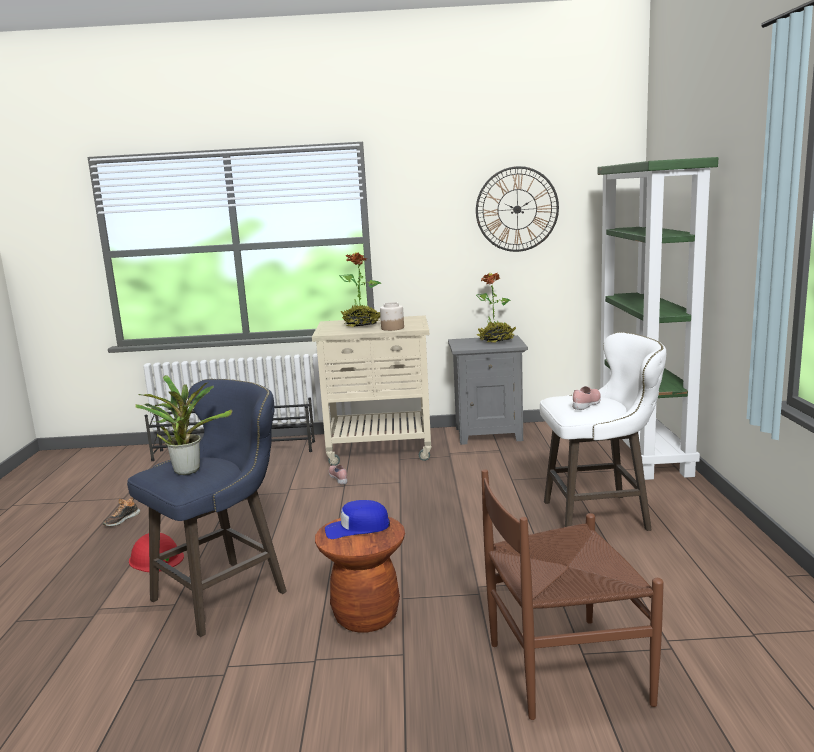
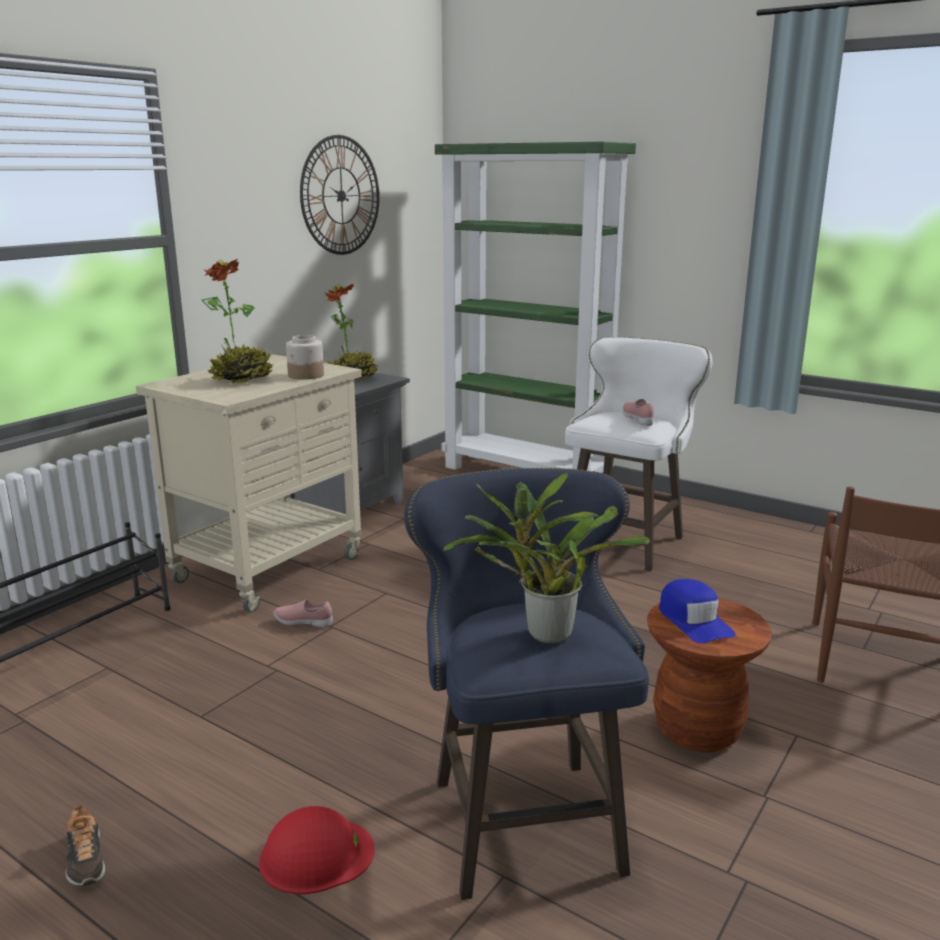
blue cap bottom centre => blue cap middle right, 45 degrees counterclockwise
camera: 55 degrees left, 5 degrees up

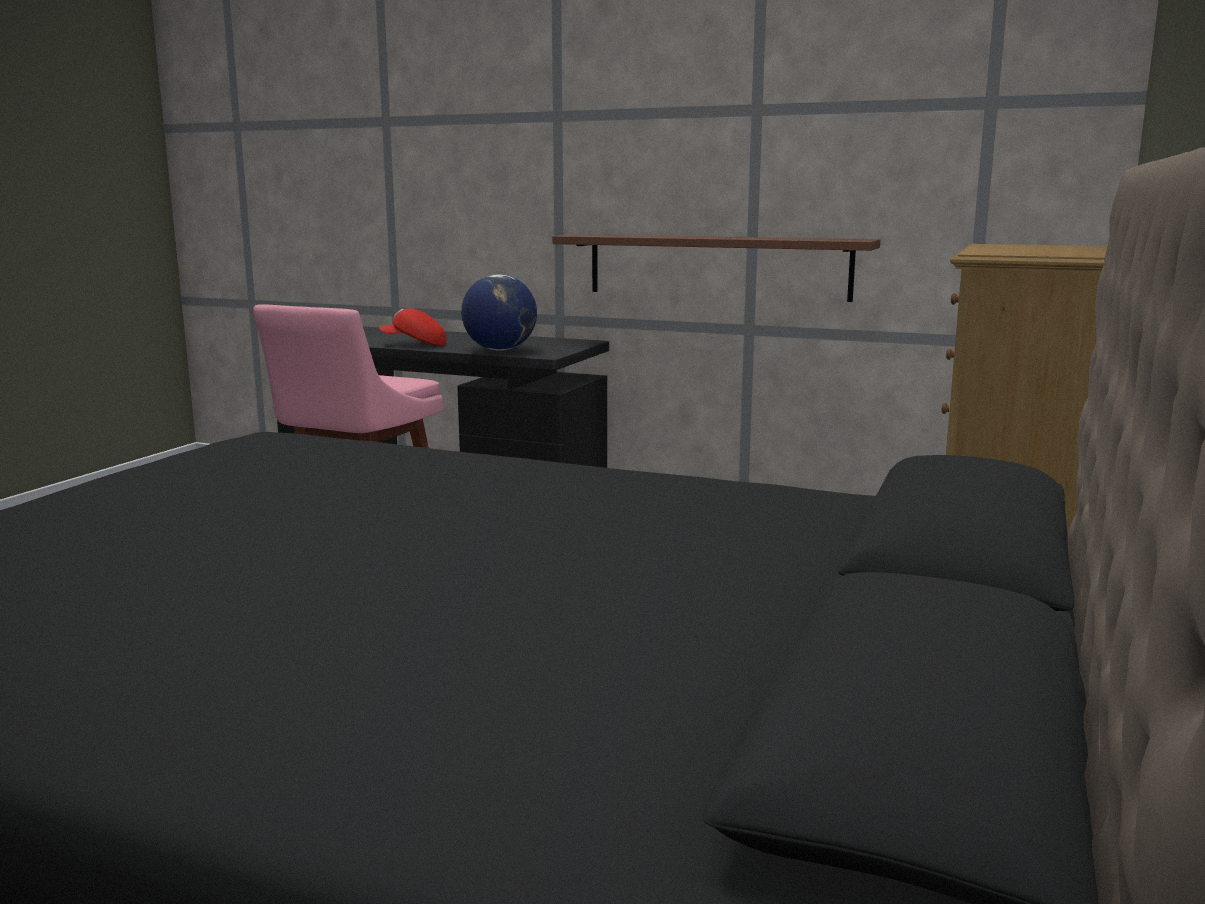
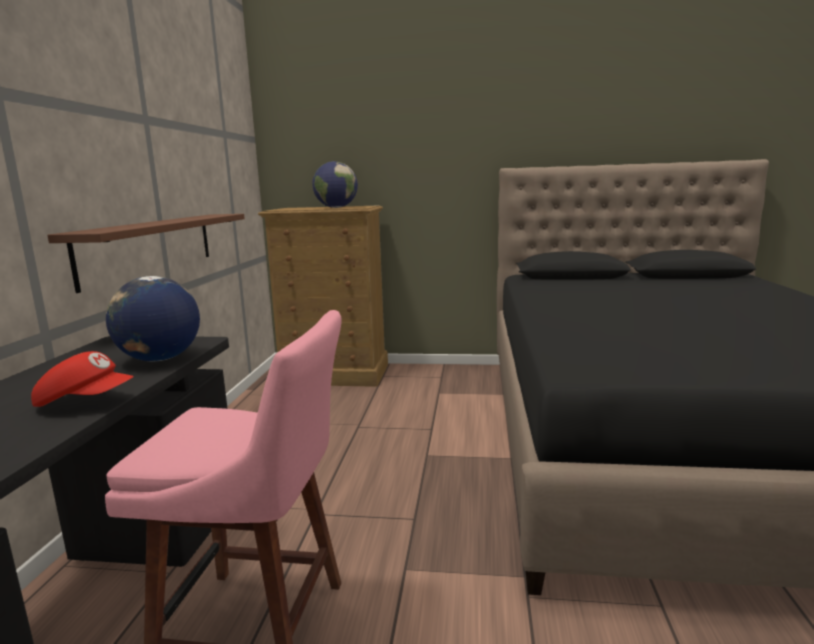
reddish cap centre => reddish cap middle left, 75 degrees counterclockwise
nothing => world globe (2nd from left) top centre
camera: 105 degrees left, 0 degrees up

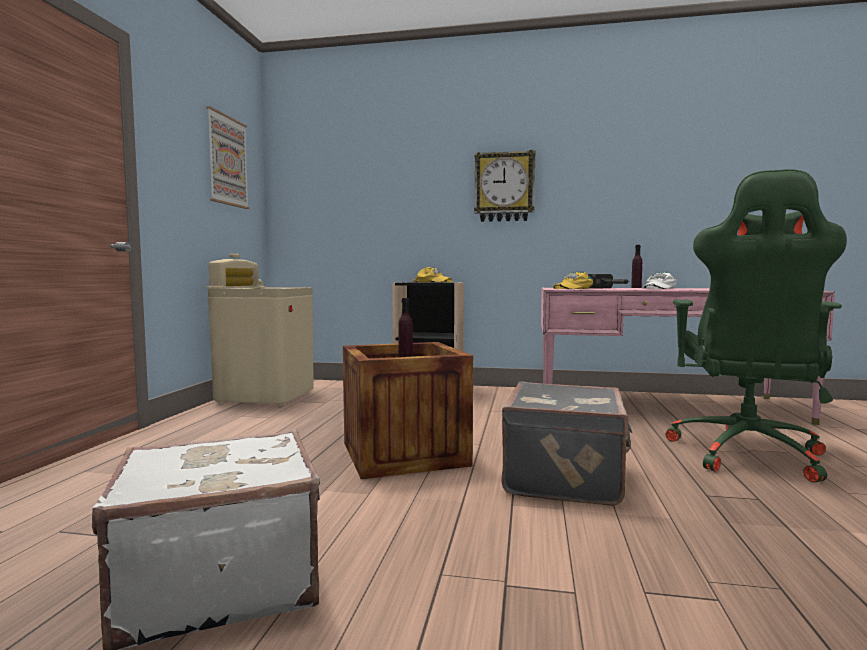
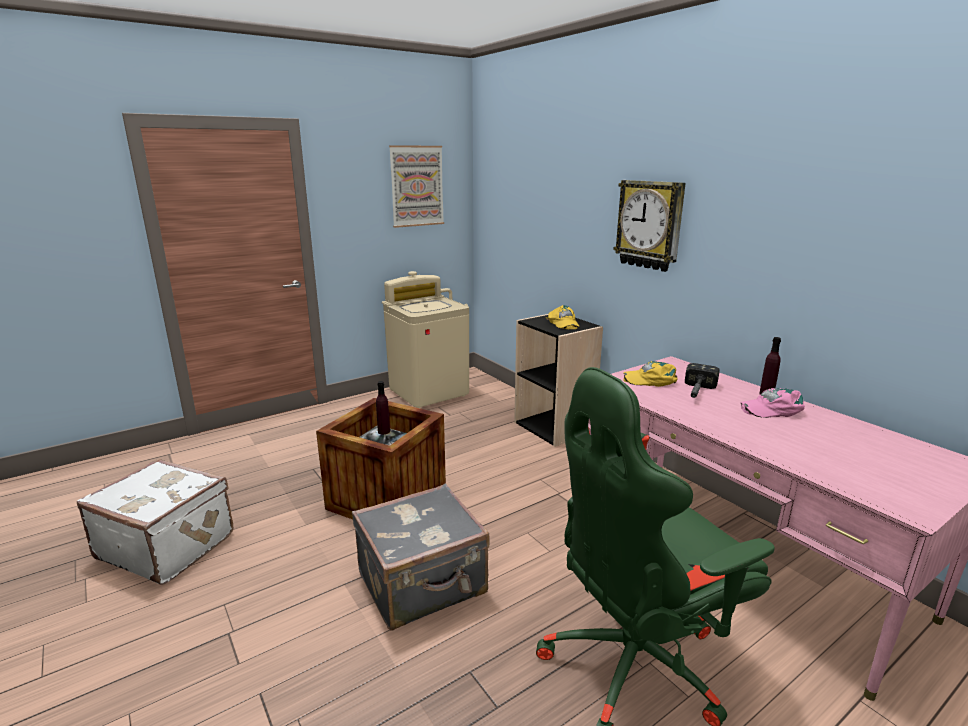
white-coloured cap middle right => pink cap middle right
camera: 45 degrees right, 15 degrees up

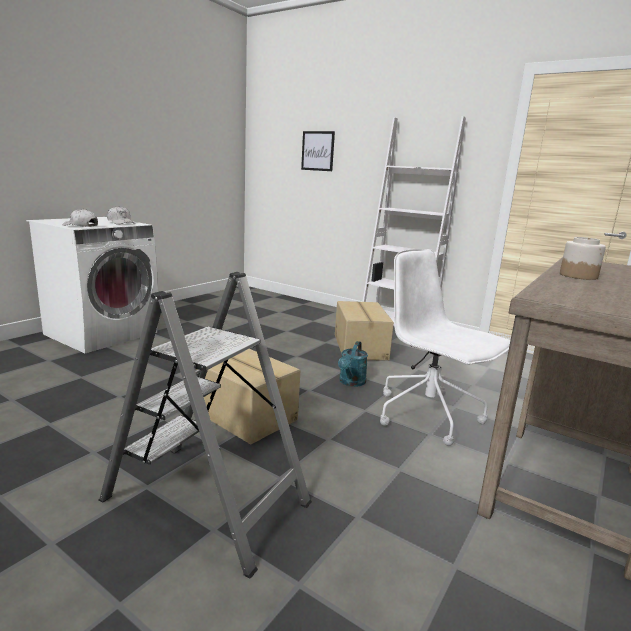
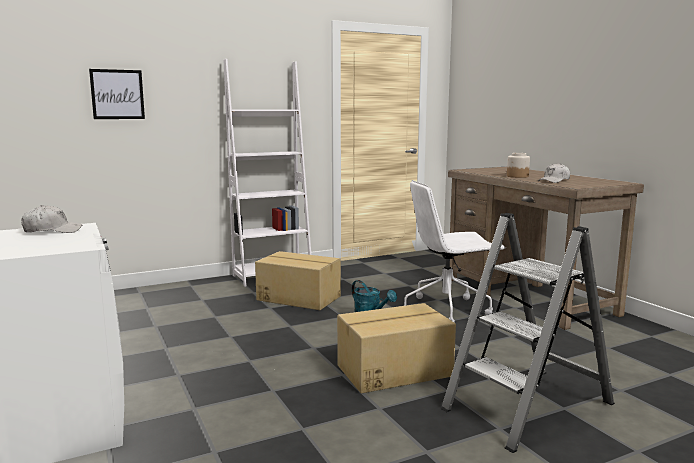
white-coloured cap (1st from left in the first image) middle left => white-coloured cap (2nd from left) middle right, move
camera: 60 degrees left, 5 degrees down

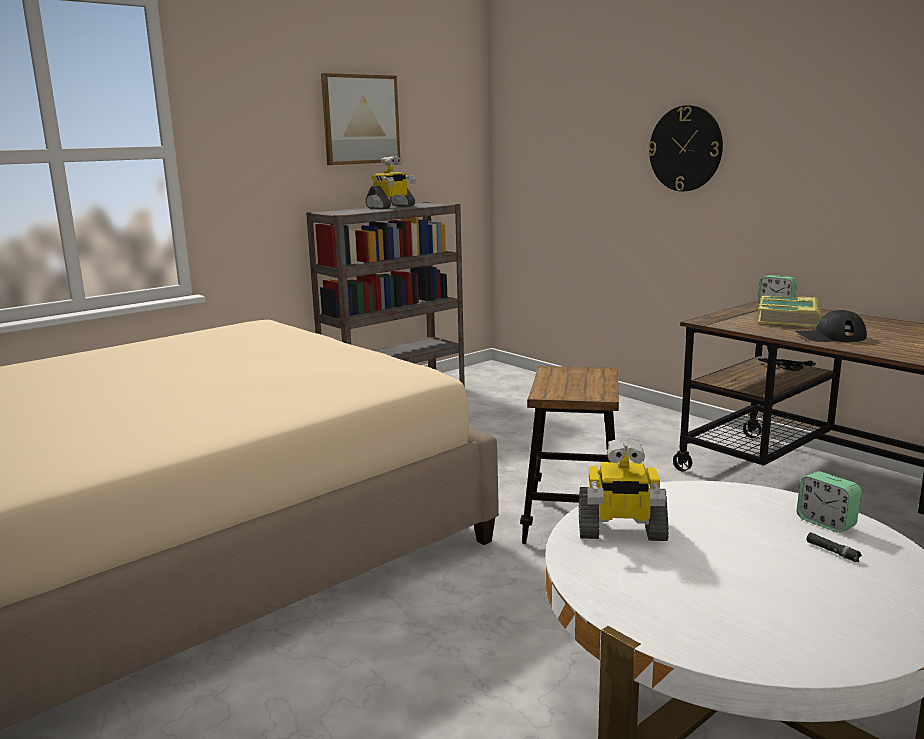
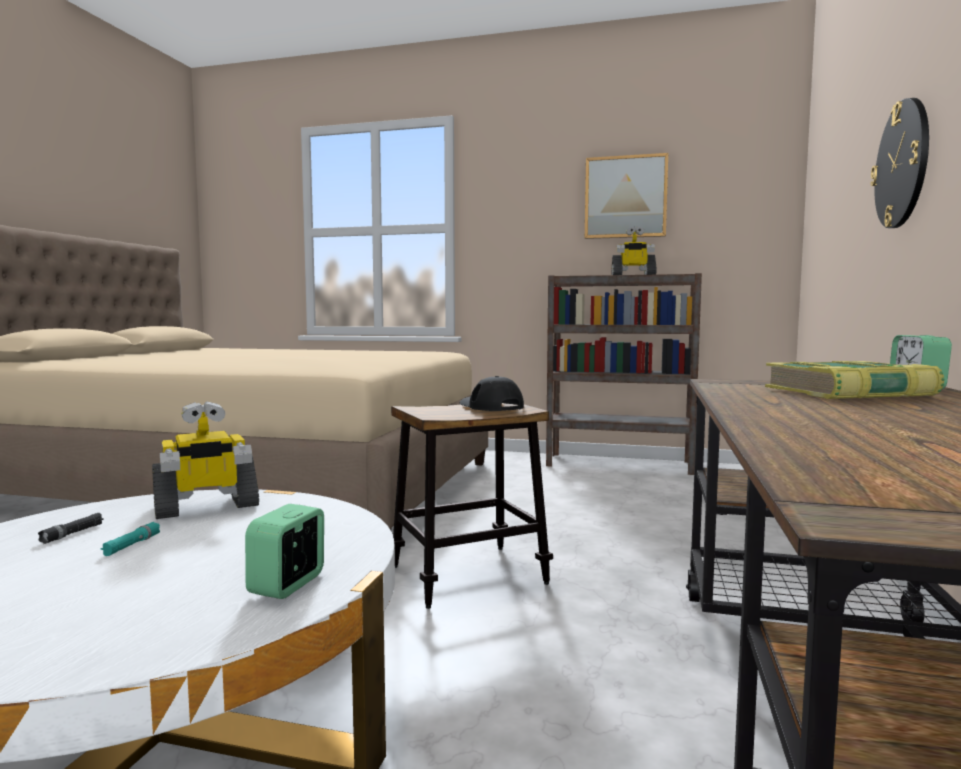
black cap middle right => black cap centre, move
toy robot (2nd from left in the first image) middle right => toy robot (1st from left) middle left, 90 degrees counterclockwise
black hand torch bottom right => black hand torch bottom left, move
nothing => blue-green hand torch bottom left
camera: 55 degrees right, 10 degrees down

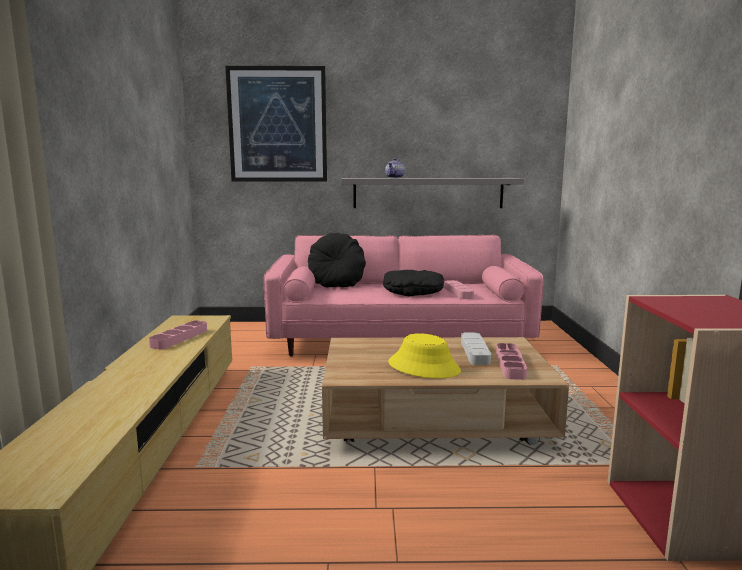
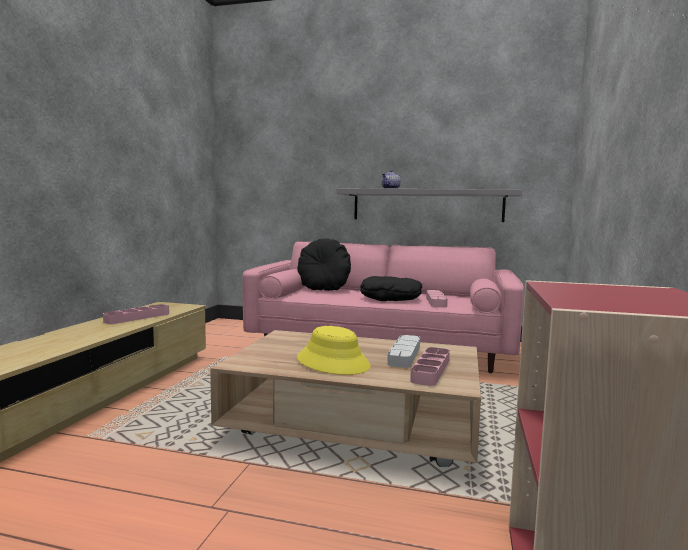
picture top centre => nothing
camera: 15 degrees right, 5 degrees down

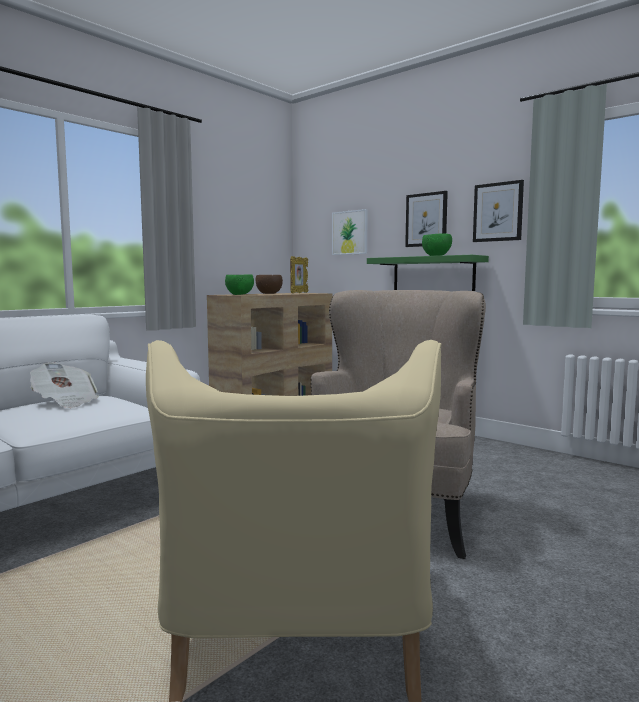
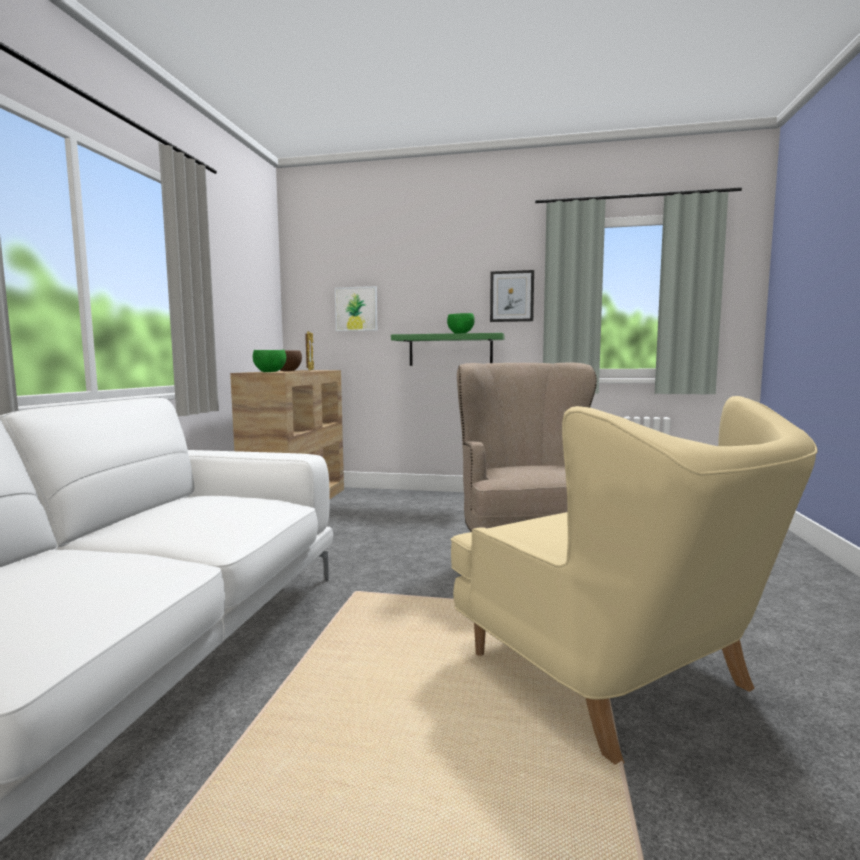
picture (2nd from left) top right => nothing
printed paper middle left => nothing
camera: 30 degrees left, 0 degrees up

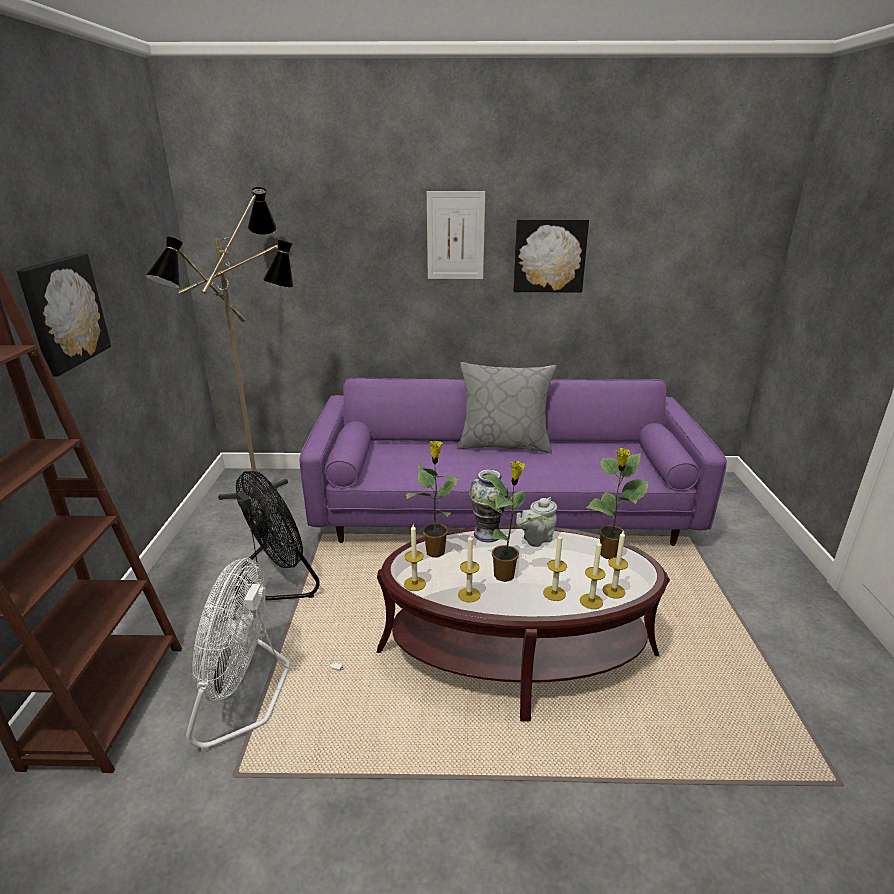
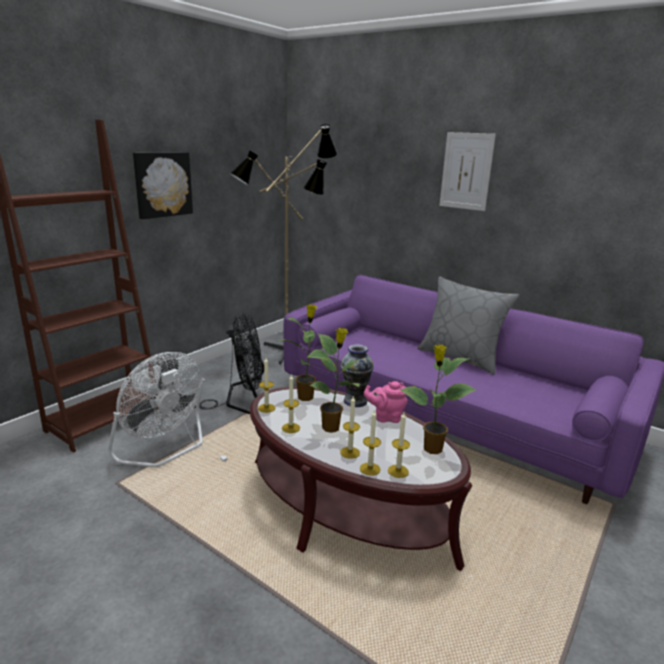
picture (3rd from left) top centre => nothing
gray tea pot centre => pink tea pot centre
camera: 35 degrees right, 5 degrees down

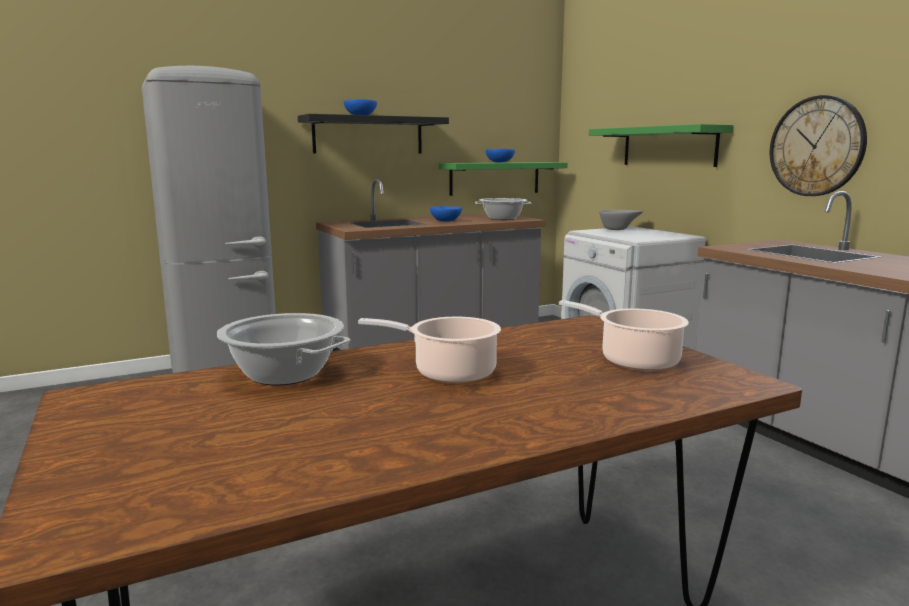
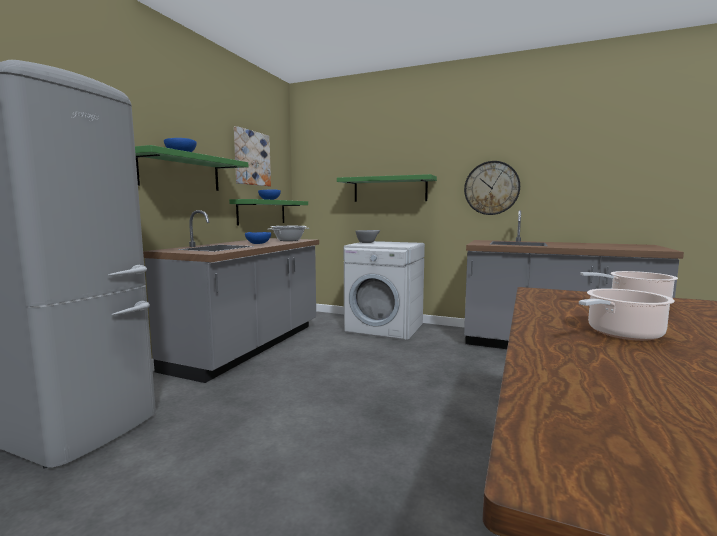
black bracket shelf top centre => green-coloured bracket shelf (1st from left) top left
saucepot (1st from left) middle left => nothing
nothing => picture top centre
camera: 40 degrees left, 5 degrees down

